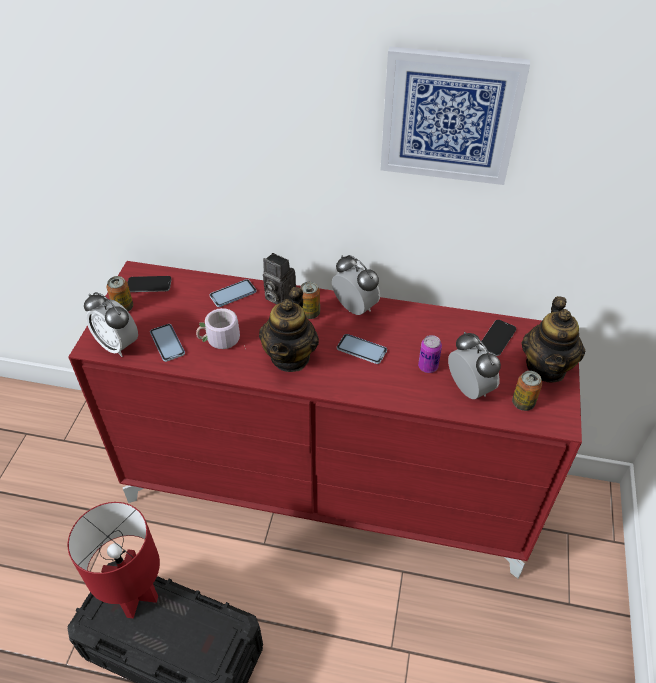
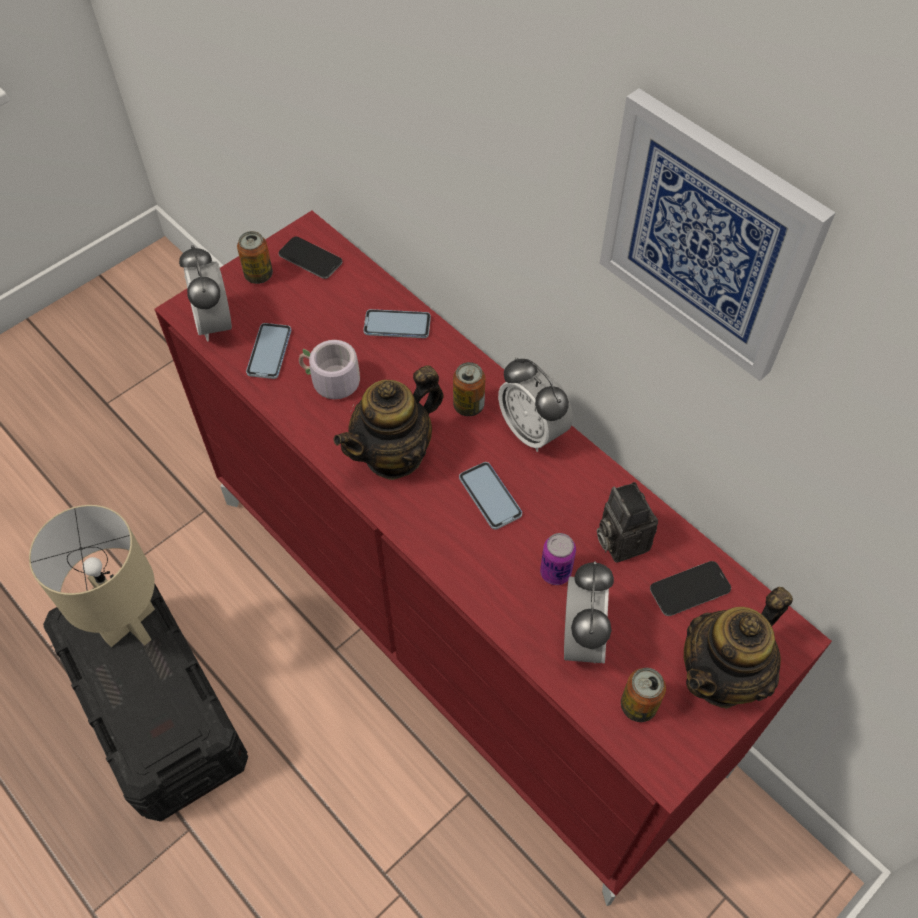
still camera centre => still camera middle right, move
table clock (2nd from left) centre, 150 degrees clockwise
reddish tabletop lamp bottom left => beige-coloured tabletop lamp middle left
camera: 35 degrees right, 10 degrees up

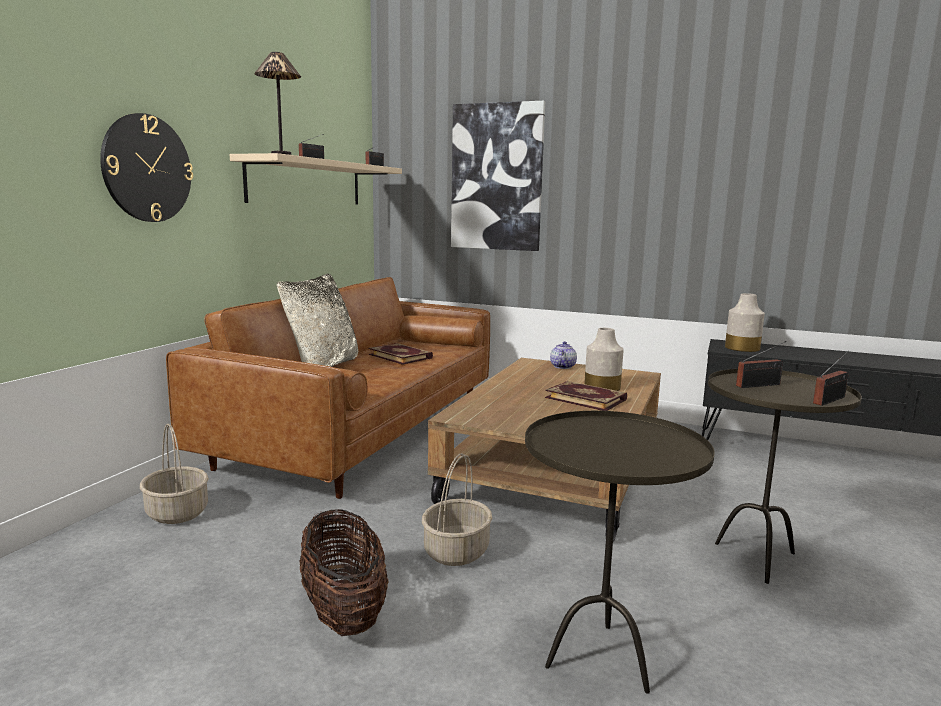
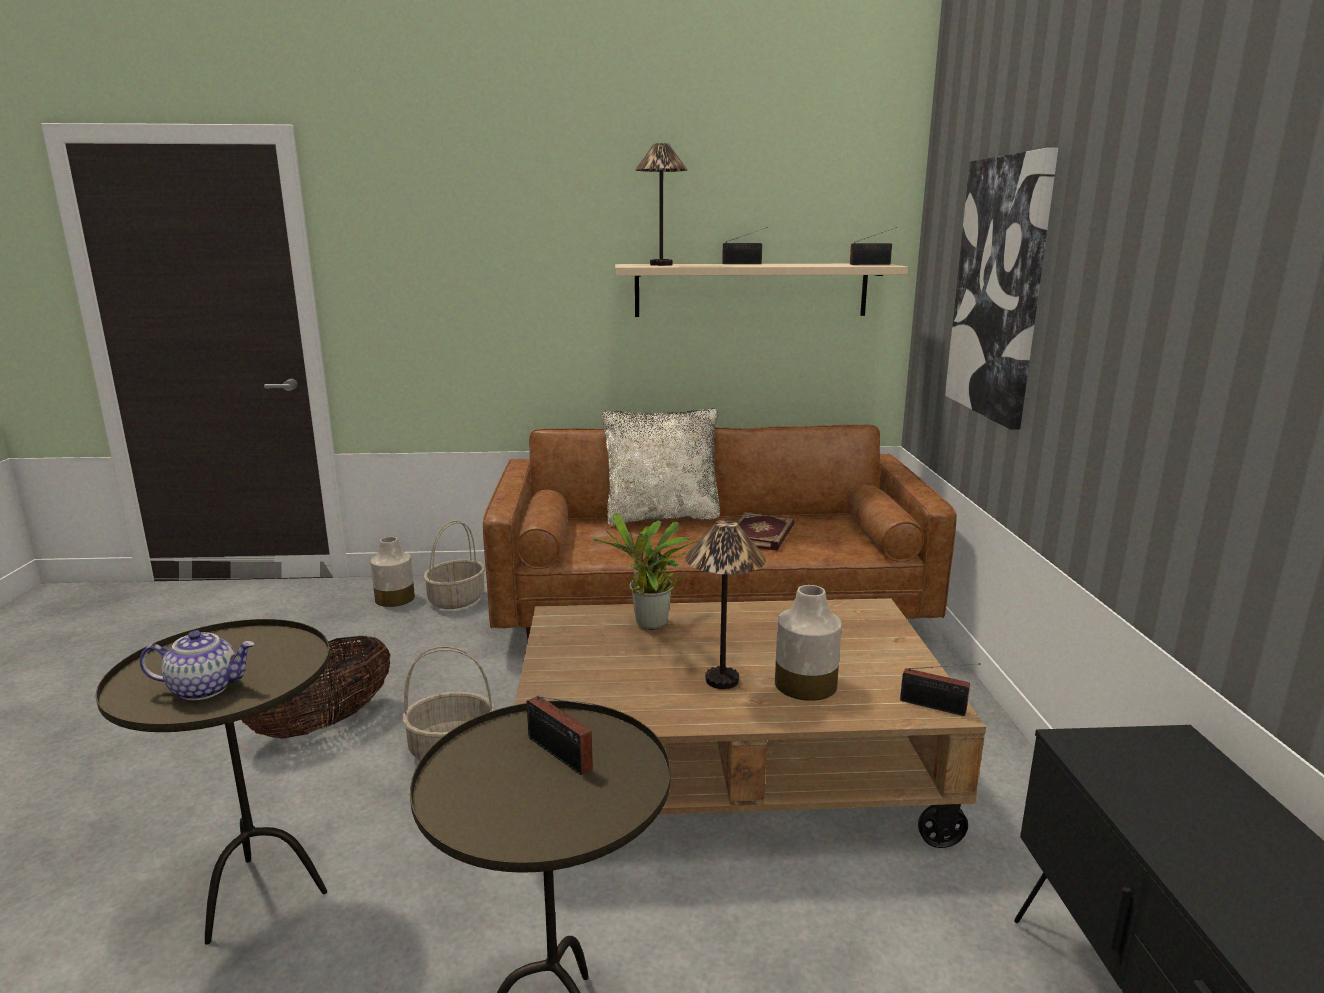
wall clock top left => nothing
beige-coloured vase (2nd from left in the first image) middle right => beige-coloured vase (1st from left) middle left, move
tea pot centre => tea pot bottom left, move
radio set (4th from left) middle right => radio set (4th from left) bottom right, move
bound book (2nd from left) centre => tabletop lamp (2nd from left) centre
nothing => houseplant centre
camera: 65 degrees right, 5 degrees up

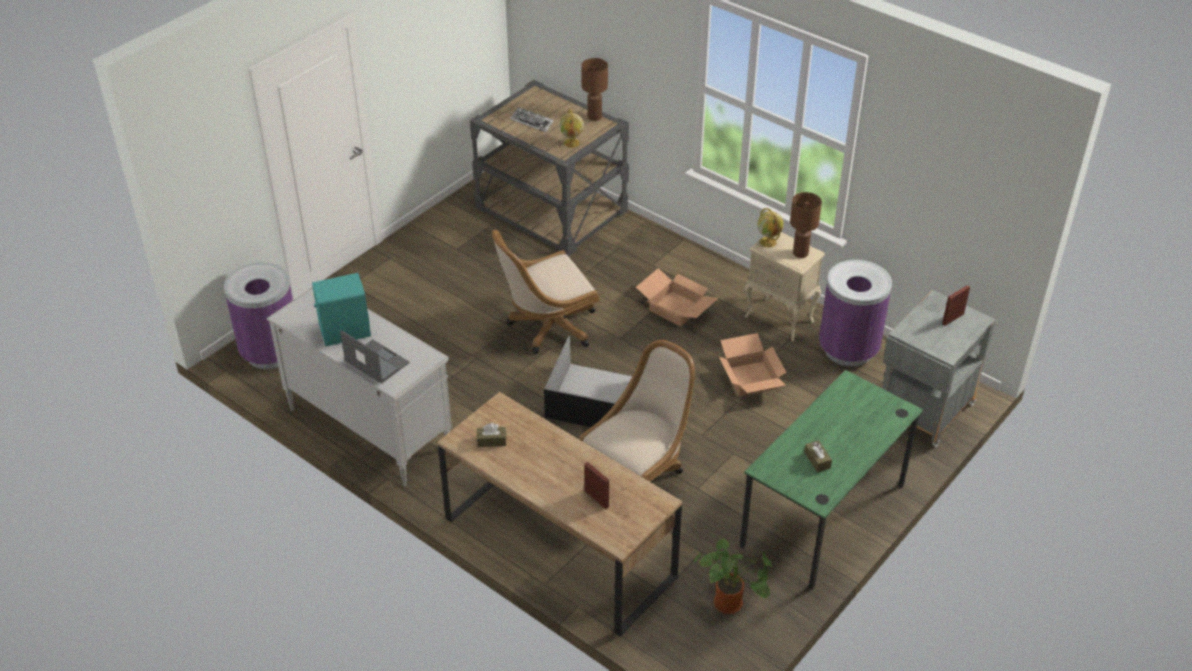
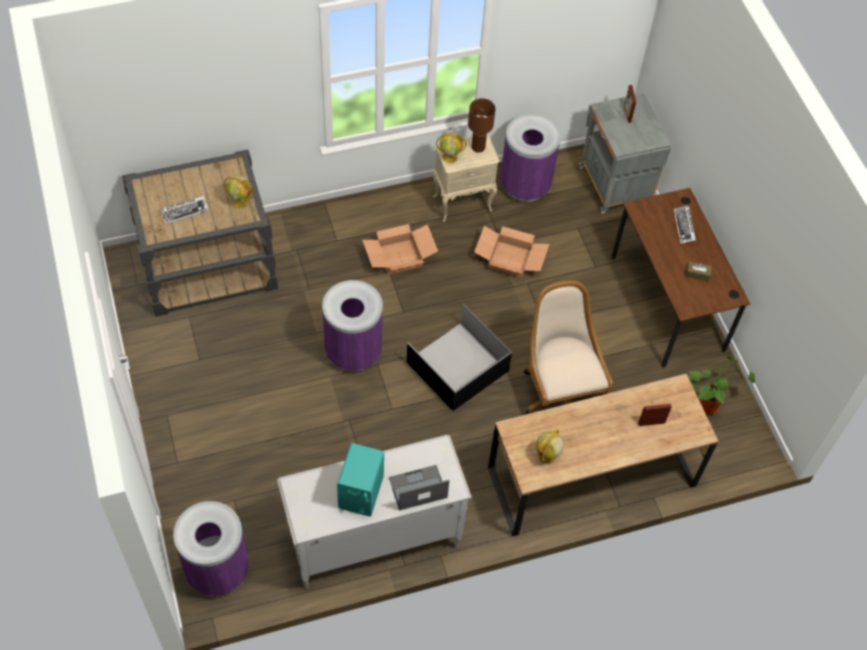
brown-coloured tabletop lamp (1st from left) top centre => nothing
office chair (1st from left) centre => purplish waste bin (2nd from left) centre
green-coloured desk unit bottom right => brown-coloured desk unit (2nd from left) middle right
brown-coloured tissue box (1st from left) centre => world globe (3rd from left) bottom centre
nothing => computer keyboard (2nd from left) middle right
camera: 60 degrees left, 15 degrees up

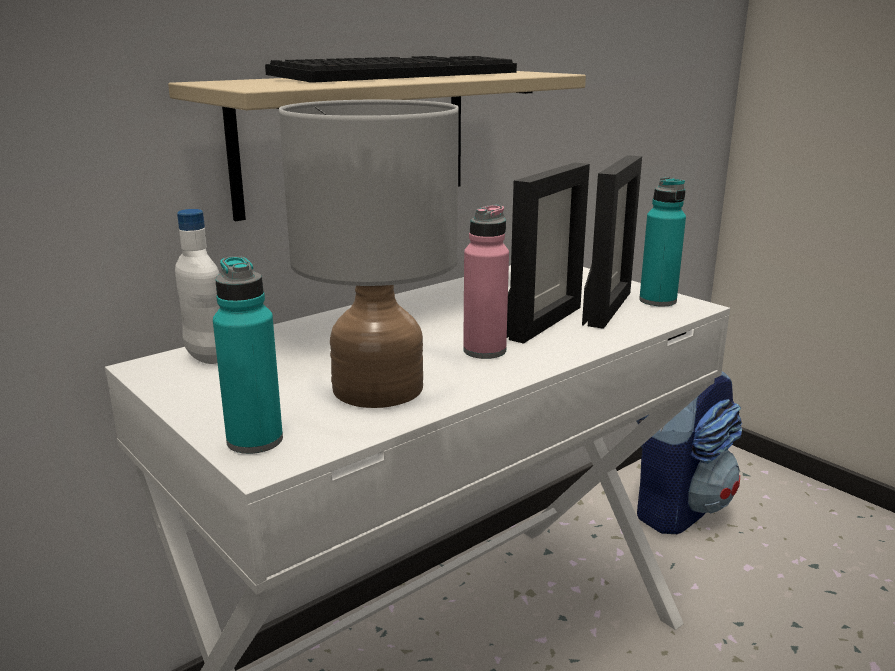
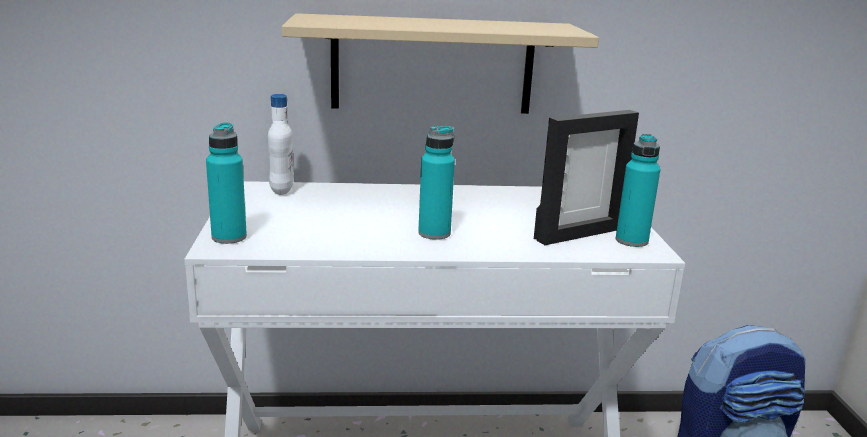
computer keyboard top centre => nothing
gray tabletop lamp centre => nothing
standing frame (1st from left) centre => nothing
pink beverage bottle centre => blue-green beverage bottle (2nd from left) centre
camera: 35 degrees right, 0 degrees up

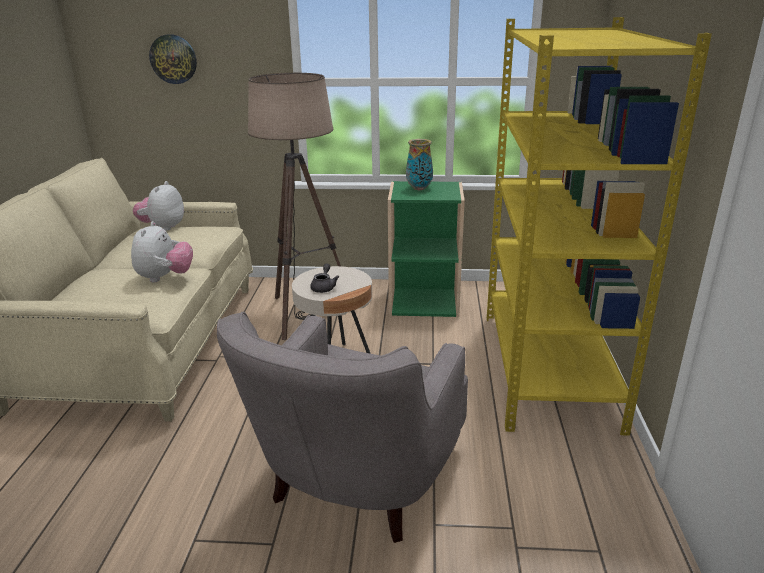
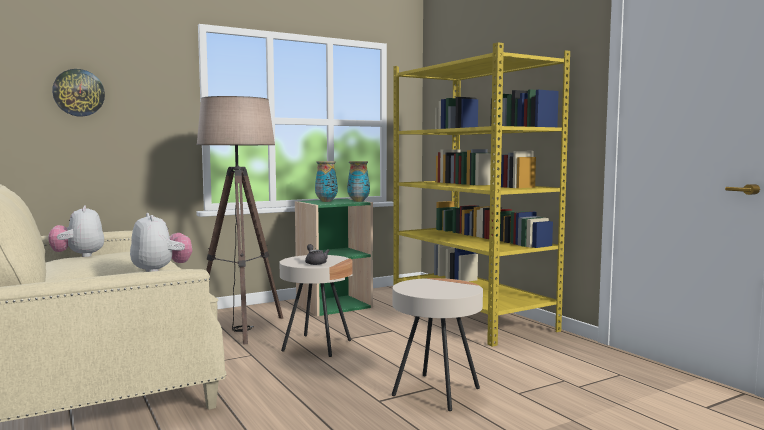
gray lounge chair bottom centre => beige-coloured accent table (2nd from left) bottom centre
nothing => vase (2nd from left) centre
camera: 35 degrees left, 20 degrees down

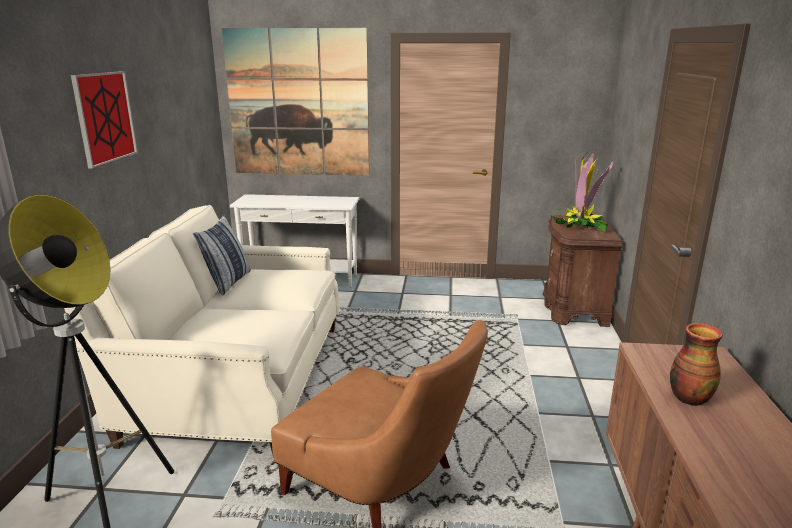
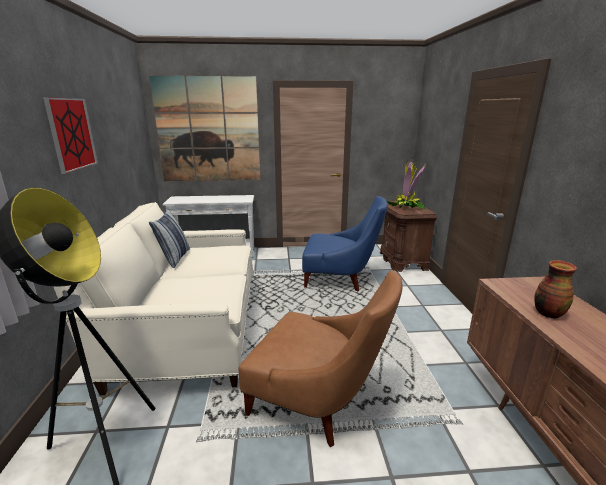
nothing => blue lounge chair centre
camera: 10 degrees left, 0 degrees up

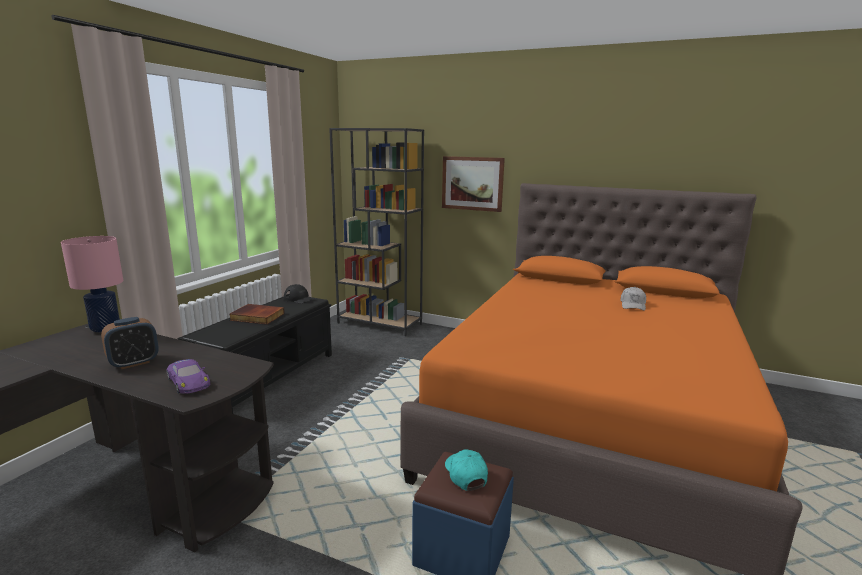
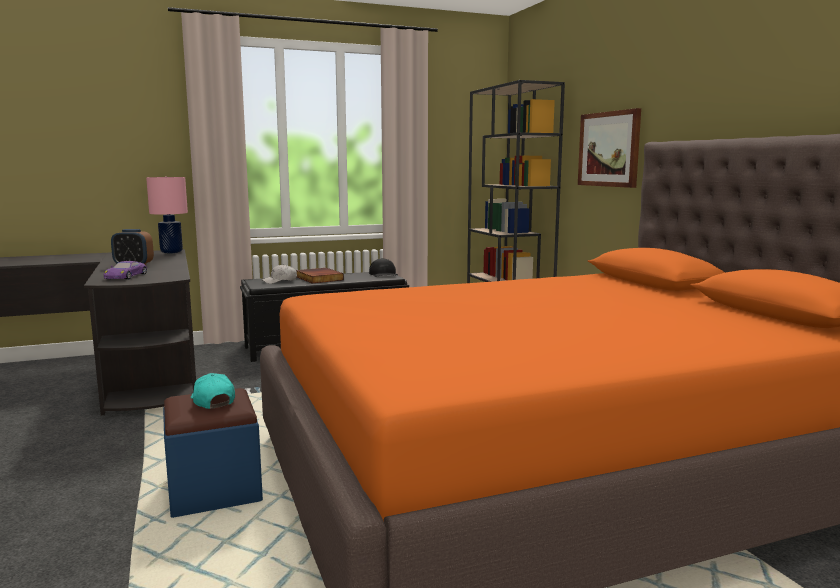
white-coloured cap middle right => white-coloured cap middle left, move
blue-green cap bottom centre => blue-green cap middle left, 60 degrees counterclockwise
camera: 45 degrees right, 5 degrees down

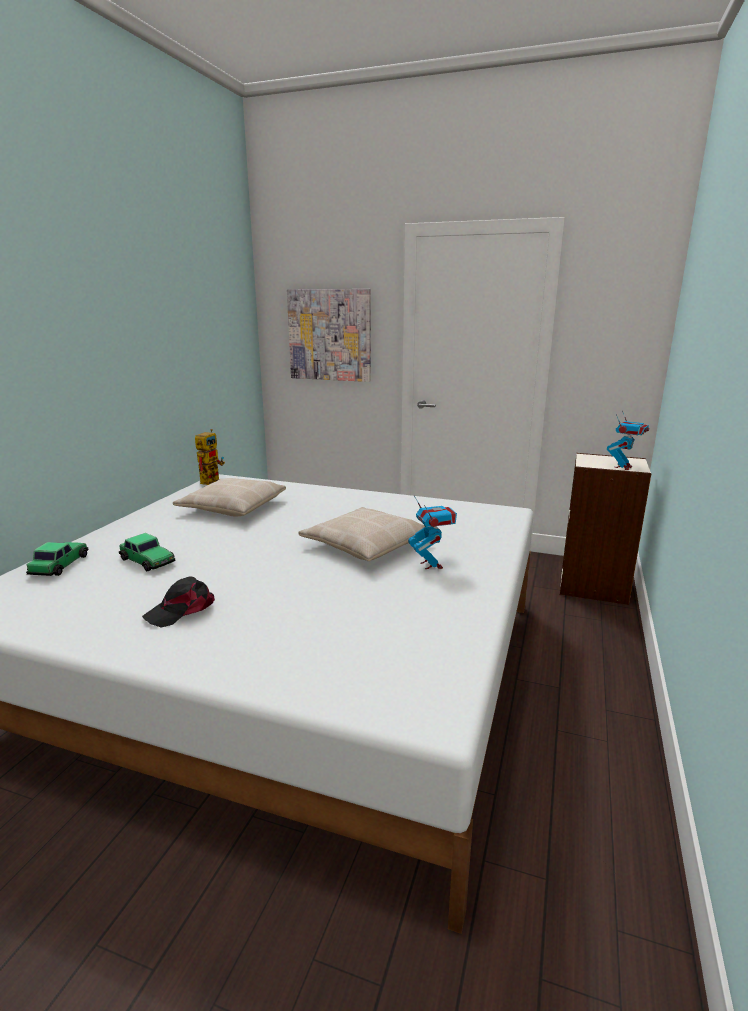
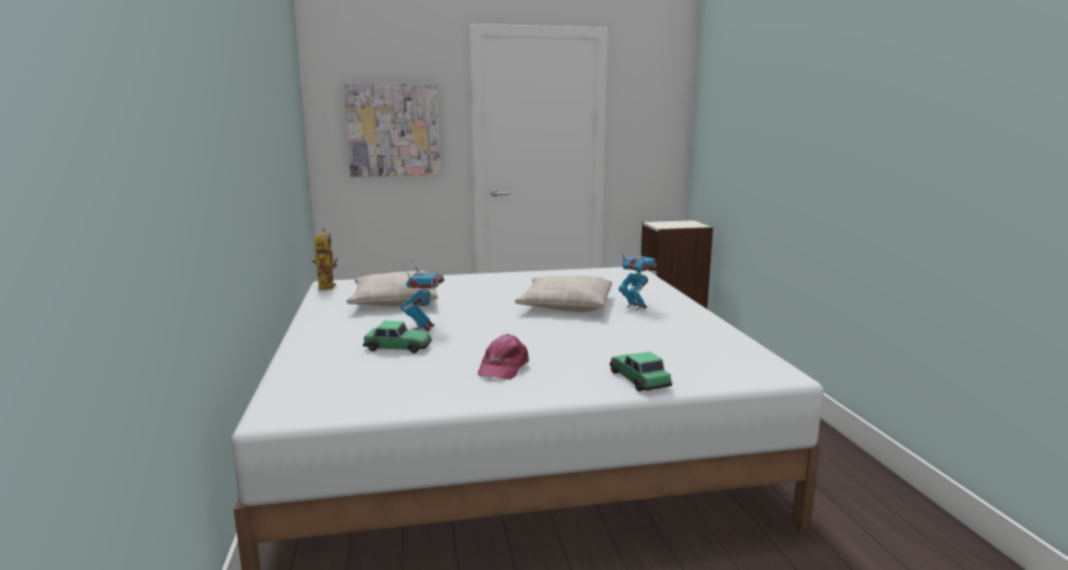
toy robot (3rd from left in the first image) middle right => toy robot (2nd from left) centre, move
model car (1st from left in the first image) middle left => model car (2nd from left) centre, move
black cap middle left => pink cap centre
camera: 30 degrees left, 5 degrees down

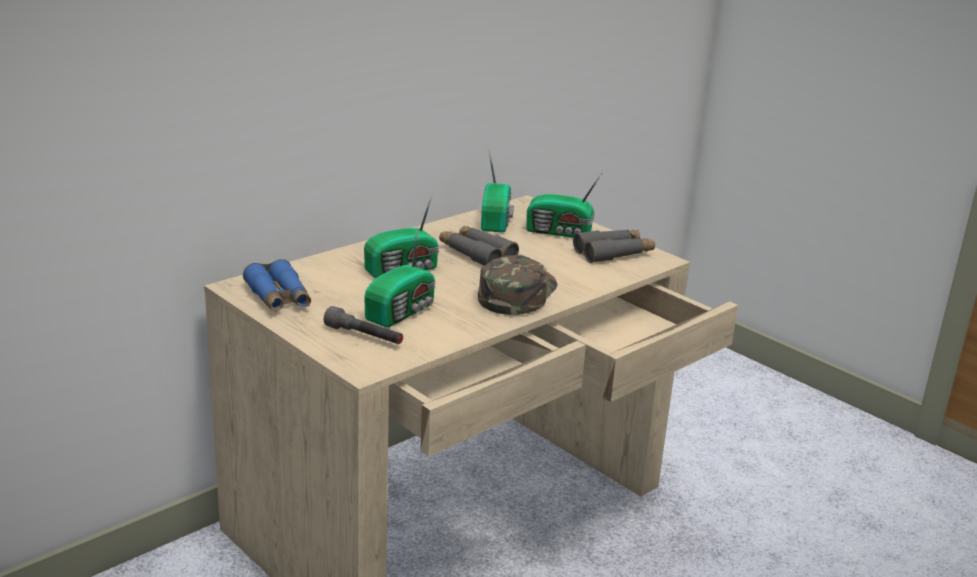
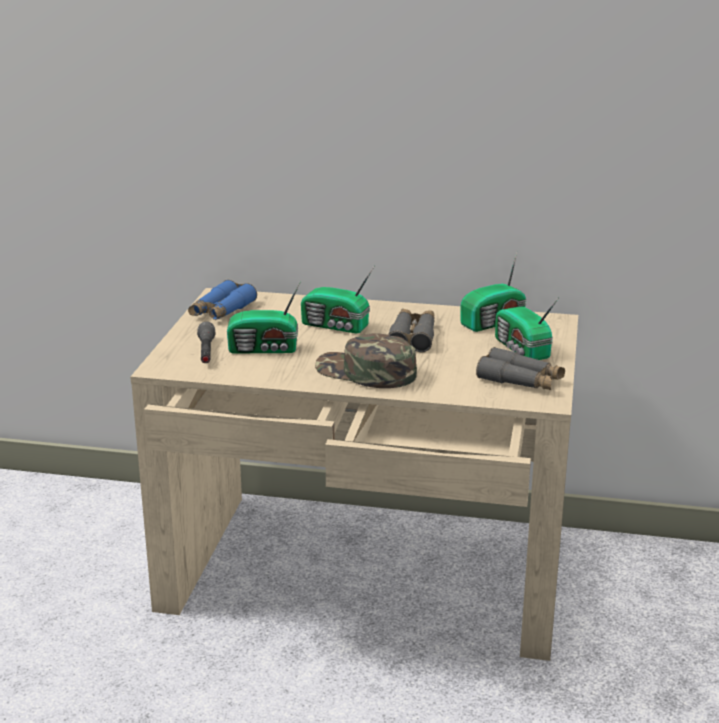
green-coloured cap centre, 135 degrees counterclockwise
camera: 55 degrees right, 0 degrees up

